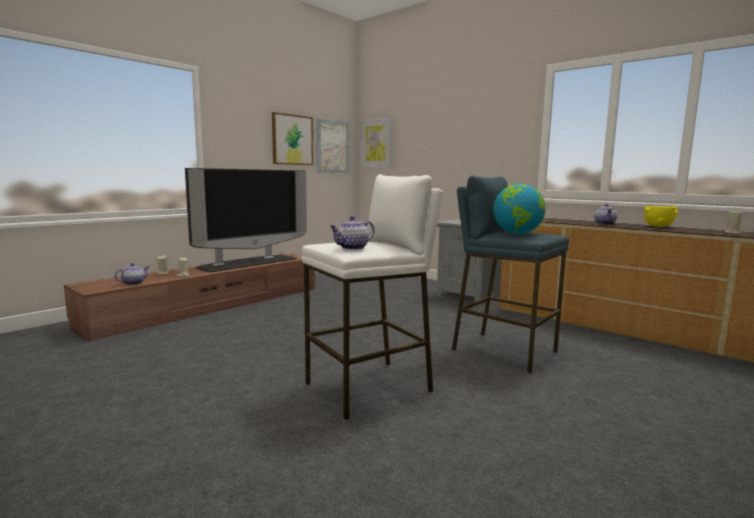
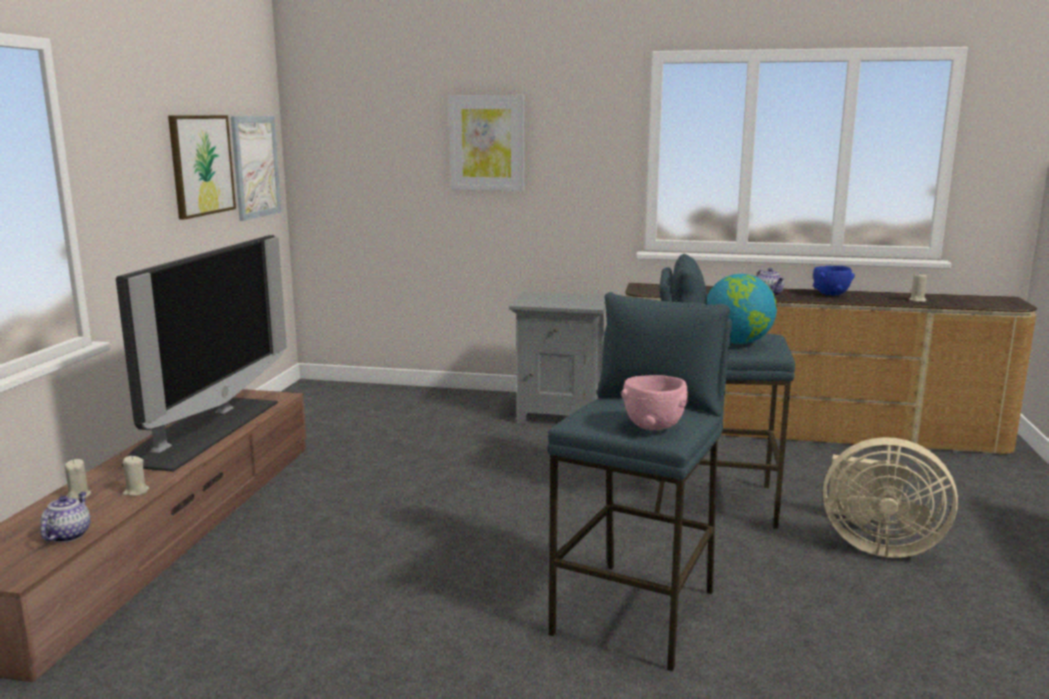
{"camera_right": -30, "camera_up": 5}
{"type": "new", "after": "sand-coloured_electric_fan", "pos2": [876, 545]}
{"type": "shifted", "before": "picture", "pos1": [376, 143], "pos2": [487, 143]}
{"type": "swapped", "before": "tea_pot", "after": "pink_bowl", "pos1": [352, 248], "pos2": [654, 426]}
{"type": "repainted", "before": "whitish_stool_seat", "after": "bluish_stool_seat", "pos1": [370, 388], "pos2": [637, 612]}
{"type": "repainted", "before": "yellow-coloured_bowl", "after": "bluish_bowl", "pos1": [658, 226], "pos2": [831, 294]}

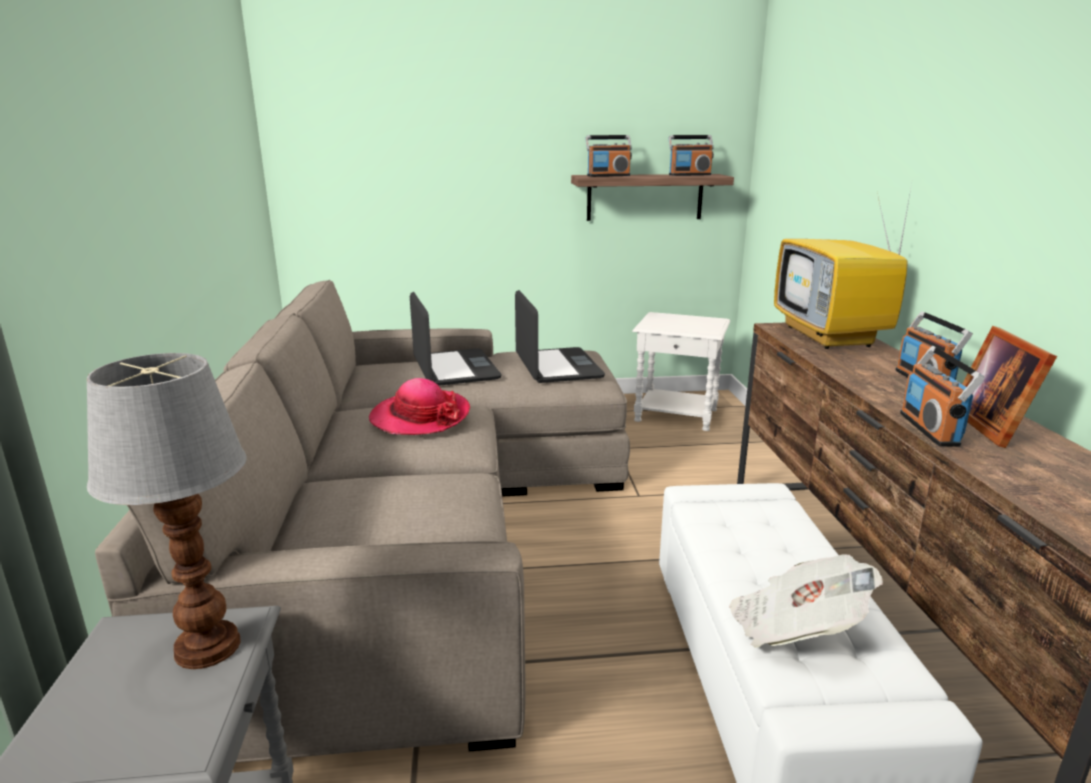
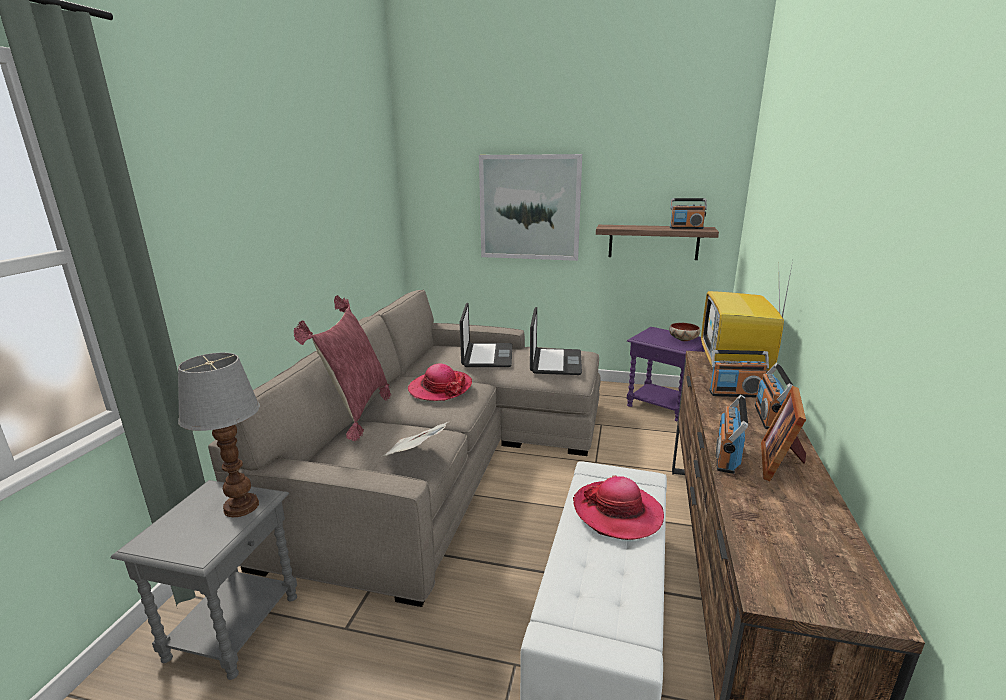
{"camera_right": 20, "camera_up": 0}
{"type": "new", "after": "red_pillow", "pos2": [354, 418]}
{"type": "new", "after": "picture", "pos2": [529, 207]}
{"type": "new", "after": "clothing_hat", "pos2": [617, 512]}
{"type": "new", "after": "bowl", "pos2": [682, 339]}
{"type": "shifted", "before": "radio", "pos1": [608, 176], "pos2": [735, 393]}
{"type": "shifted", "before": "printed_paper", "pos1": [795, 628], "pos2": [416, 455]}
{"type": "repainted", "before": "whitish_end_table", "after": "purple-coloured_end_table", "pos1": [676, 414], "pos2": [662, 405]}

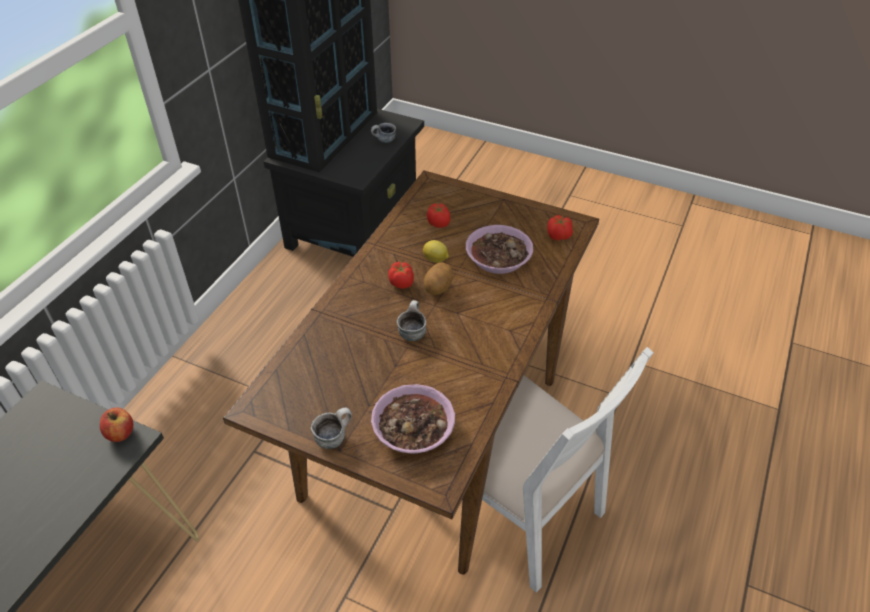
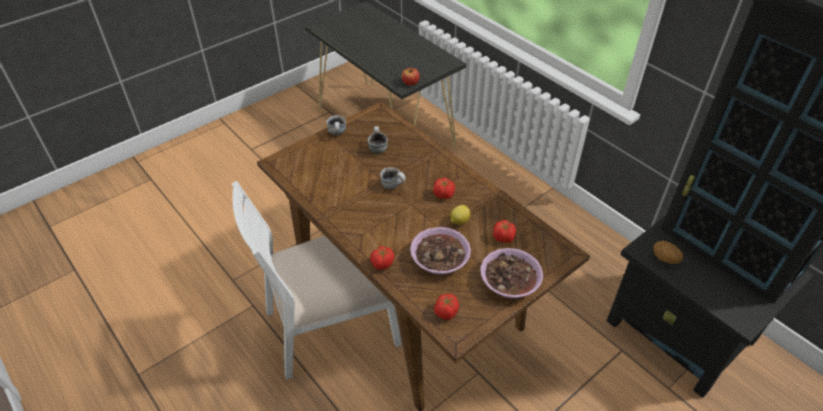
{"camera_right": 115, "camera_up": 0}
{"type": "new", "after": "fresh_tomato", "pos2": [382, 264]}
{"type": "shifted", "before": "tea_mug", "pos1": [384, 141], "pos2": [377, 148]}
{"type": "shifted", "before": "bowl", "pos1": [414, 429], "pos2": [509, 281]}
{"type": "shifted", "before": "whole_potato", "pos1": [438, 288], "pos2": [664, 259]}

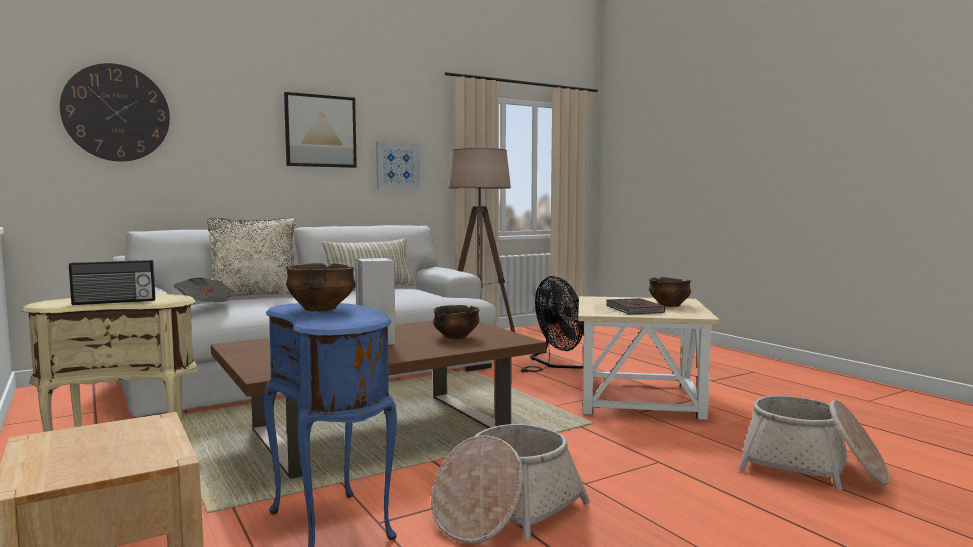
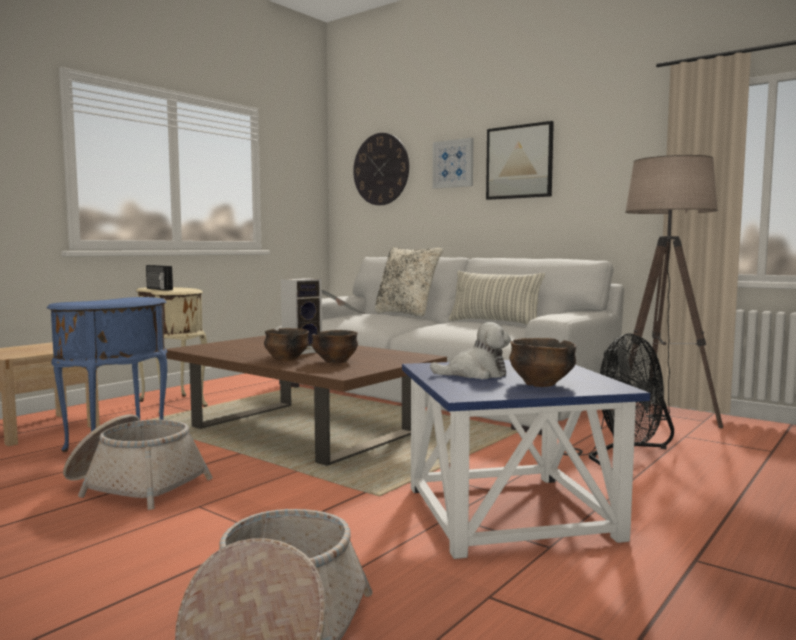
{"camera_right": 70, "camera_up": 0}
{"type": "shifted", "before": "bowl", "pos1": [321, 309], "pos2": [286, 359]}
{"type": "shifted", "before": "picture", "pos1": [397, 166], "pos2": [453, 163]}
{"type": "swapped", "before": "brownish_book", "after": "cuddly_toy", "pos1": [633, 309], "pos2": [475, 374]}
{"type": "repainted", "before": "sand-coloured_end_table", "after": "bluish_end_table", "pos1": [640, 398], "pos2": [512, 513]}

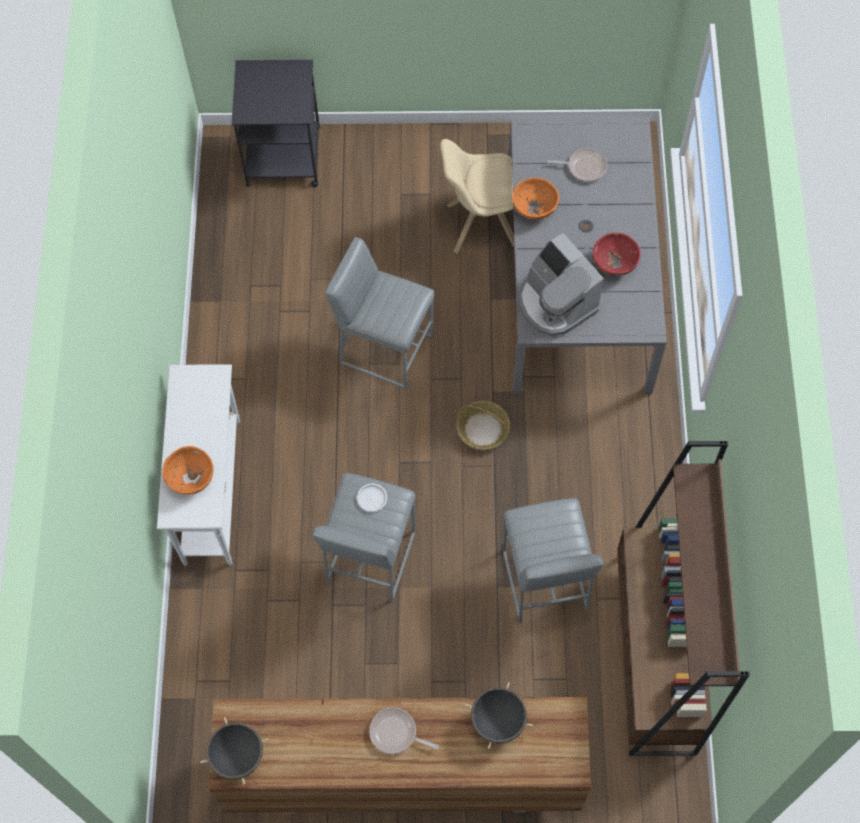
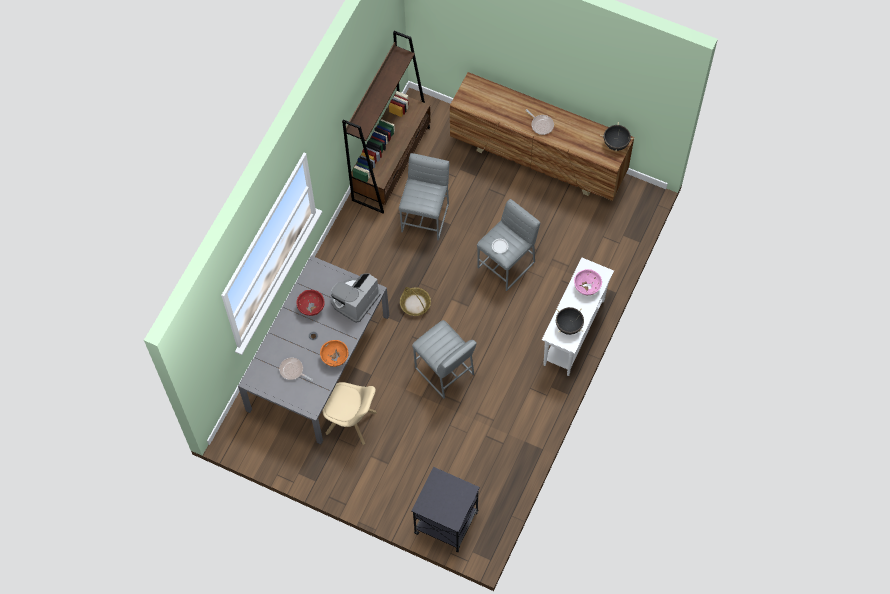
{"camera_right": -155, "camera_up": 0}
{"type": "shifted", "before": "black_cooking_pot", "pos1": [498, 722], "pos2": [569, 326]}
{"type": "repainted", "before": "orange-coloured_bowl", "after": "pink_bowl", "pos1": [191, 478], "pos2": [587, 287]}
{"type": "rotated", "before": "coffee_brewer", "pos1": [555, 302], "pos2": [354, 300], "turn": -135}

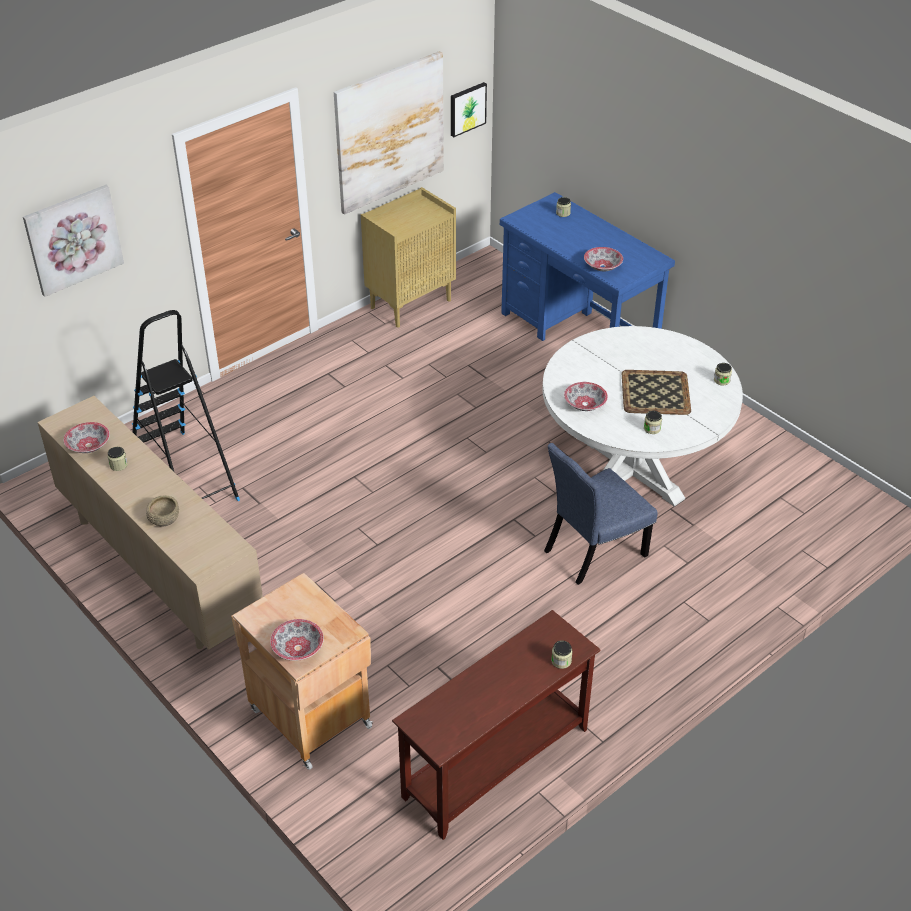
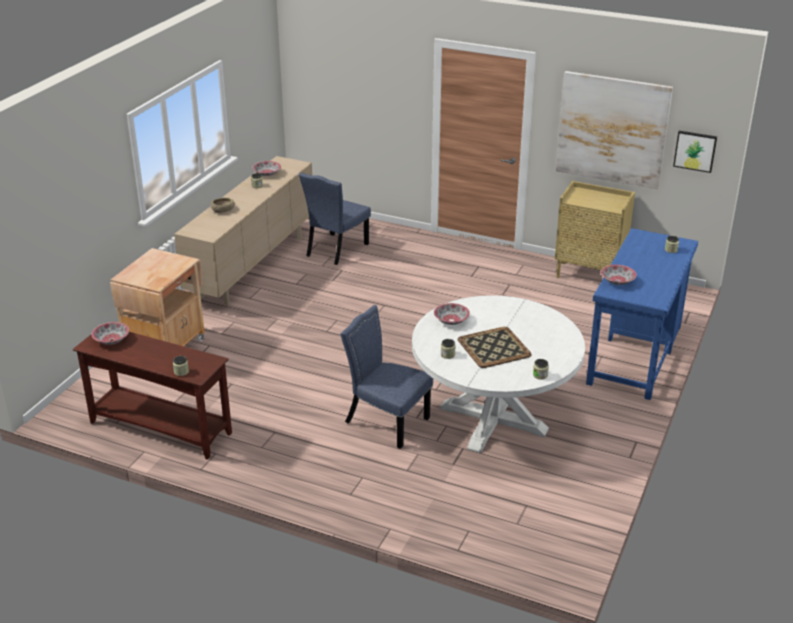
{"camera_right": 65, "camera_up": -10}
{"type": "gone", "before": "picture", "pos1": [73, 239]}
{"type": "shifted", "before": "bowl", "pos1": [298, 648], "pos2": [112, 340]}
{"type": "swapped", "before": "black_stepladder", "after": "bluish_chair", "pos1": [183, 476], "pos2": [336, 249]}

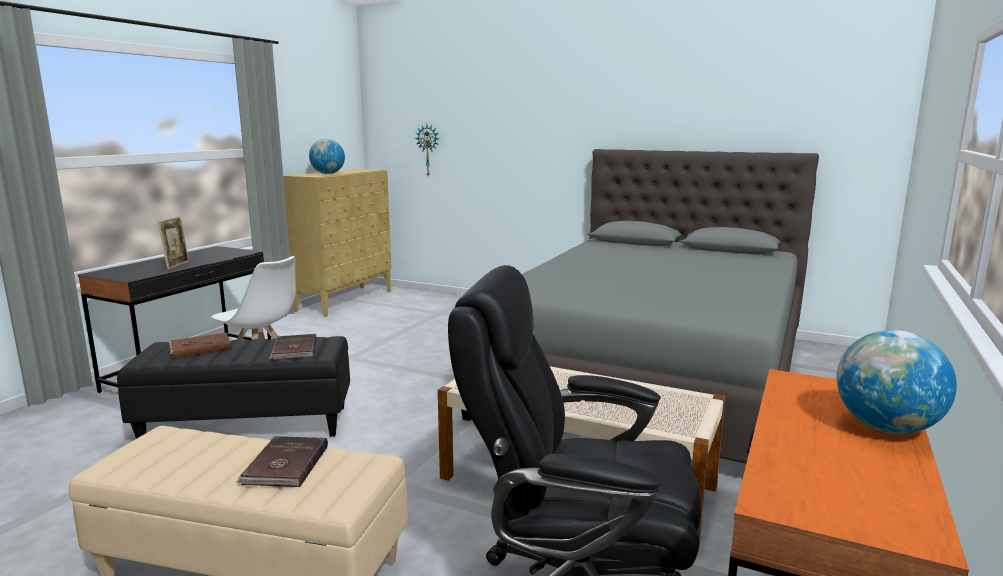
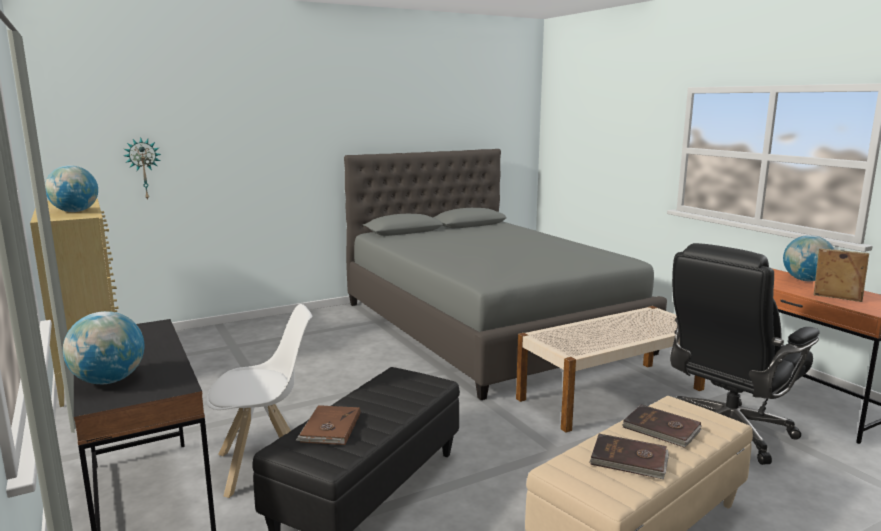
{"camera_right": -55, "camera_up": 0}
{"type": "new", "after": "globe", "pos2": [109, 381]}
{"type": "shifted", "before": "photo_frame", "pos1": [177, 265], "pos2": [836, 299]}
{"type": "shifted", "before": "brownish_book", "pos1": [294, 350], "pos2": [629, 460]}

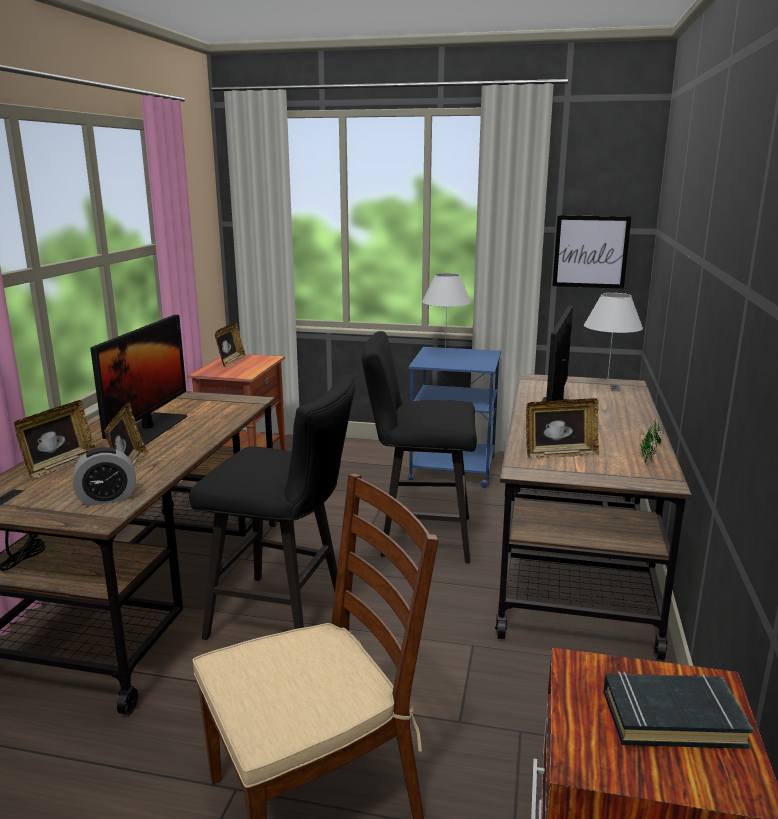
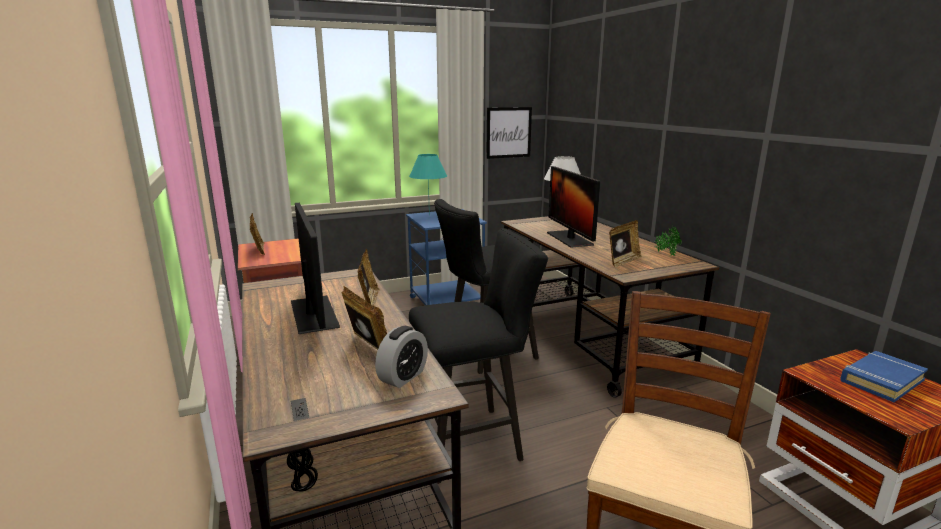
{"camera_right": -35, "camera_up": 0}
{"type": "shifted", "before": "photo_frame", "pos1": [59, 465], "pos2": [370, 302]}
{"type": "repainted", "before": "whitish_tabletop_lamp", "after": "turquoise_tabletop_lamp", "pos1": [445, 351], "pos2": [429, 215]}
{"type": "repainted", "before": "black_book", "after": "bluish_book", "pos1": [672, 717], "pos2": [881, 380]}

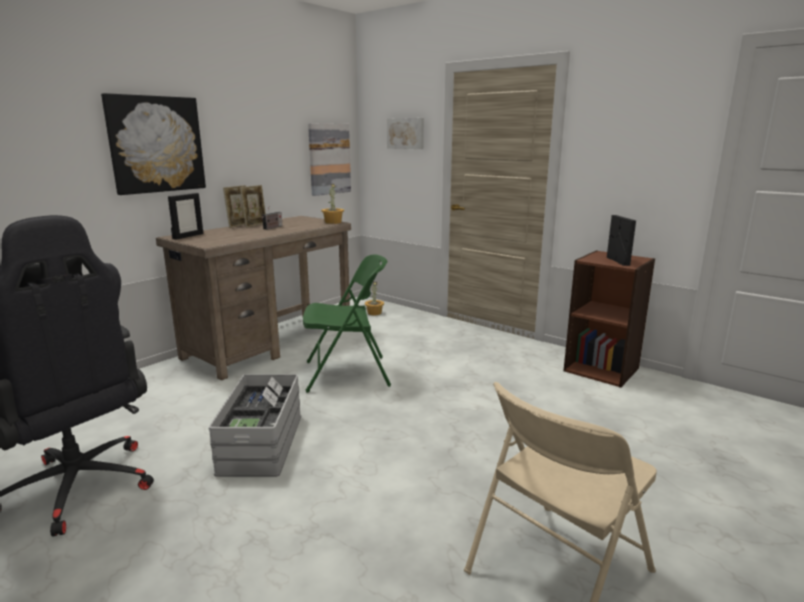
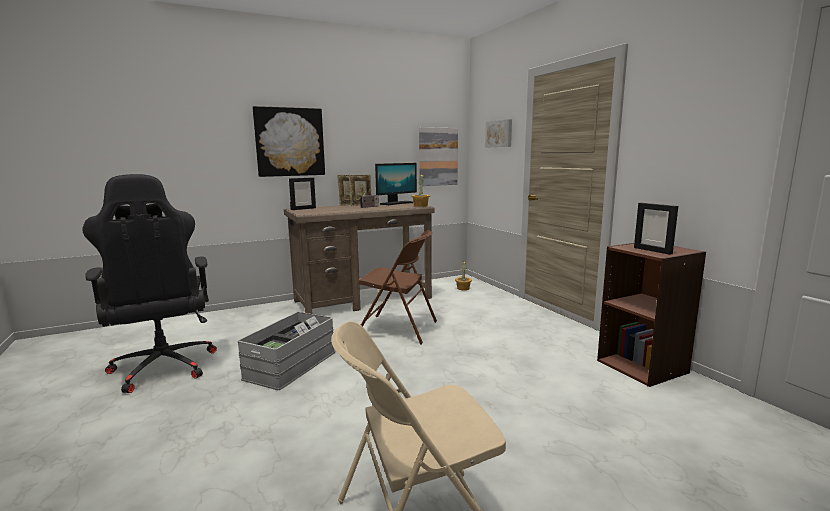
{"camera_right": 25, "camera_up": -5}
{"type": "new", "after": "computer_display", "pos2": [396, 203]}
{"type": "repainted", "before": "greenish_chair", "after": "brownish_chair", "pos1": [347, 373], "pos2": [397, 329]}
{"type": "rotated", "before": "photo_frame", "pos1": [617, 261], "pos2": [653, 250], "turn": 135}

